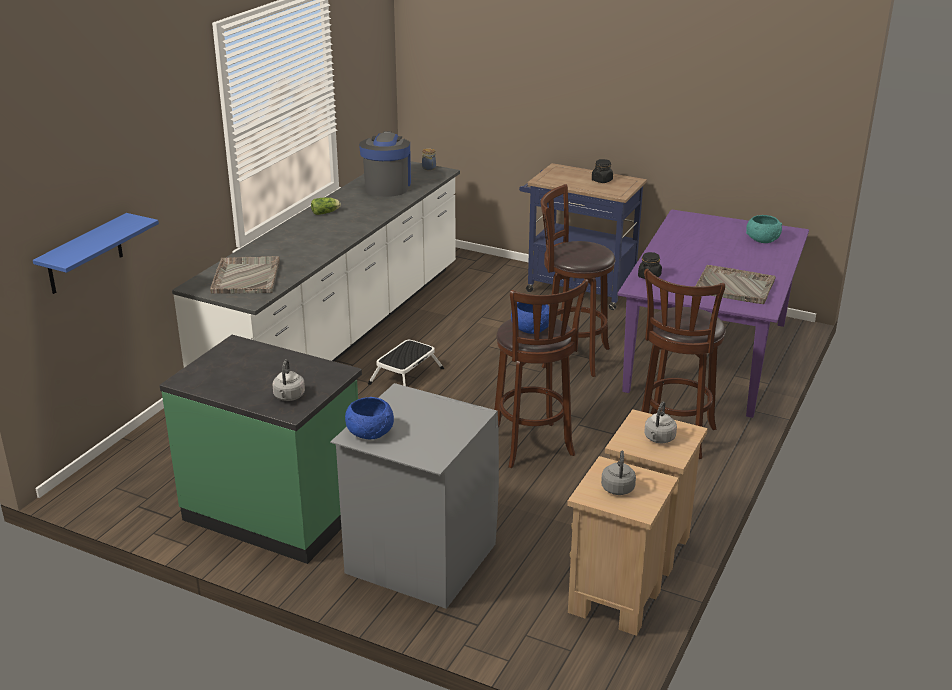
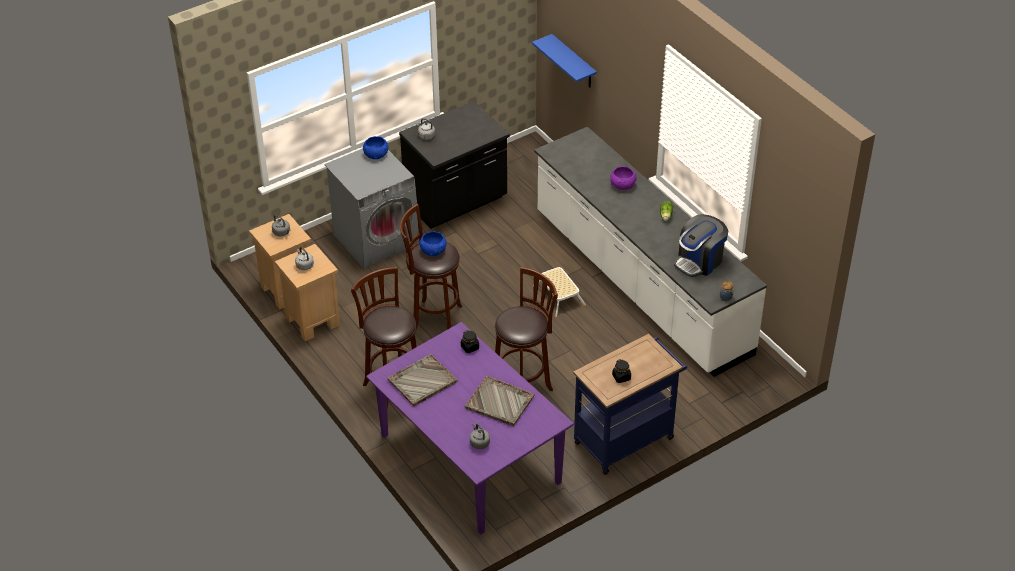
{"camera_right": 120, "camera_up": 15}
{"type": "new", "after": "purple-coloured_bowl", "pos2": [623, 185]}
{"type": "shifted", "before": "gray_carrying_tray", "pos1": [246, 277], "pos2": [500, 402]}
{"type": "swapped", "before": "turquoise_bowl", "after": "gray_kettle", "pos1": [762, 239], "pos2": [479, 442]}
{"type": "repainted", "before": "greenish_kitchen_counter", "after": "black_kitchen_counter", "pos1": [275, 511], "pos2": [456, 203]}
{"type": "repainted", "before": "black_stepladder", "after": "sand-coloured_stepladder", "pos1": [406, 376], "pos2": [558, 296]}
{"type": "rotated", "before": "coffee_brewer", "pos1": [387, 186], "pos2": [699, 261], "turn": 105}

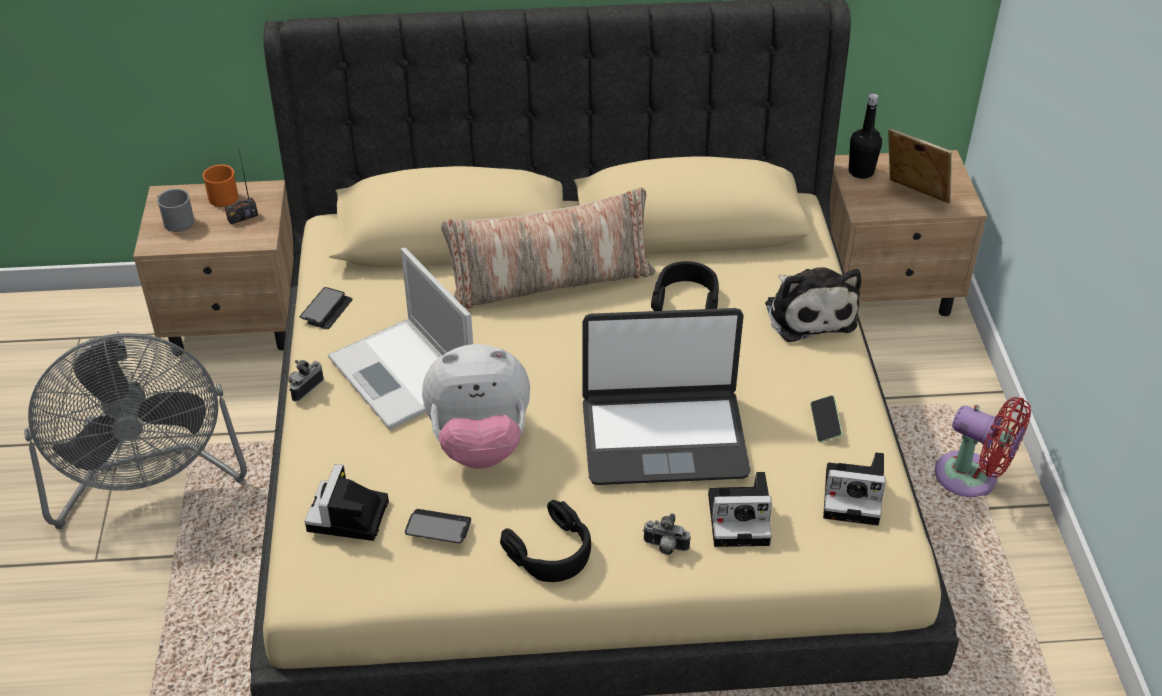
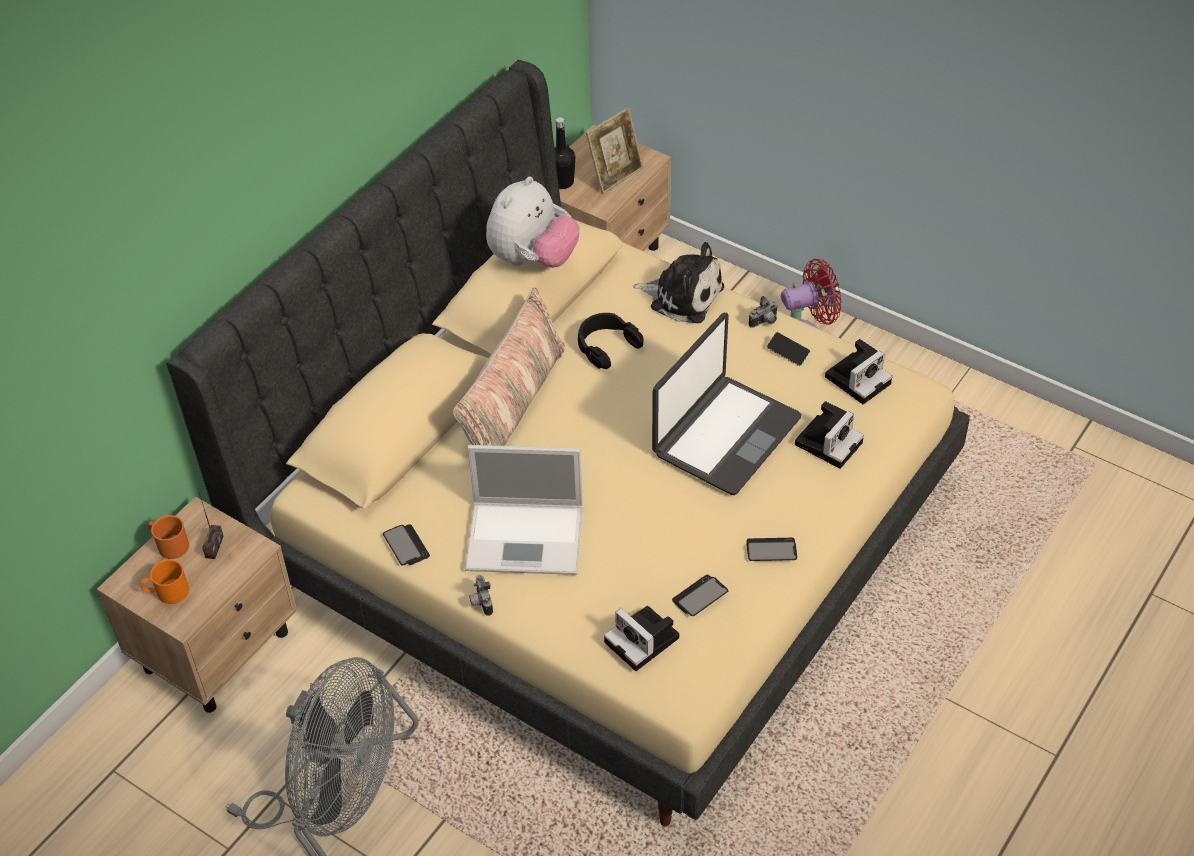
{"camera_right": -50, "camera_up": 5}
{"type": "shifted", "before": "cuddly_toy", "pos1": [480, 444], "pos2": [533, 259]}
{"type": "shifted", "before": "photo_camera", "pos1": [665, 547], "pos2": [764, 322]}
{"type": "swapped", "before": "black_pair_of_headphones", "after": "handset", "pos1": [551, 551], "pos2": [771, 550]}
{"type": "repainted", "before": "gray_tea_mug", "after": "orange-coloured_tea_mug", "pos1": [175, 220], "pos2": [167, 592]}
{"type": "rotated", "before": "photo_frame", "pos1": [913, 197], "pos2": [615, 176], "turn": 150}

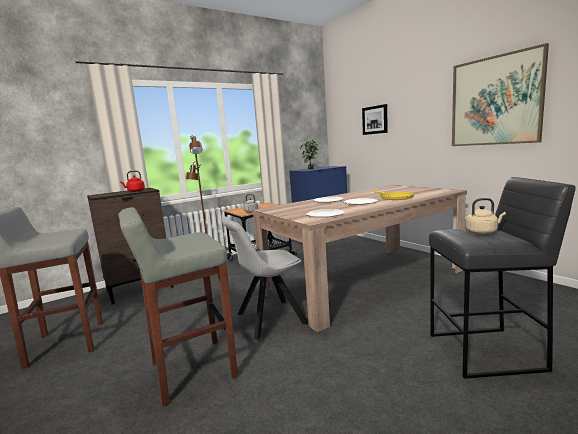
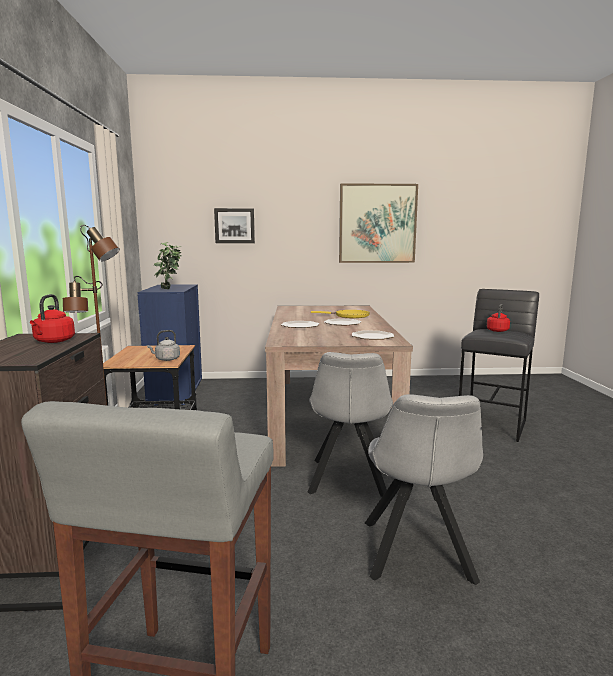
{"camera_right": -60, "camera_up": 0}
{"type": "swapped", "before": "gray_stool_seat", "after": "gray_chair", "pos1": [191, 370], "pos2": [417, 553]}
{"type": "repainted", "before": "sand-coloured_kettle", "after": "red_kettle", "pos1": [482, 232], "pos2": [497, 330]}

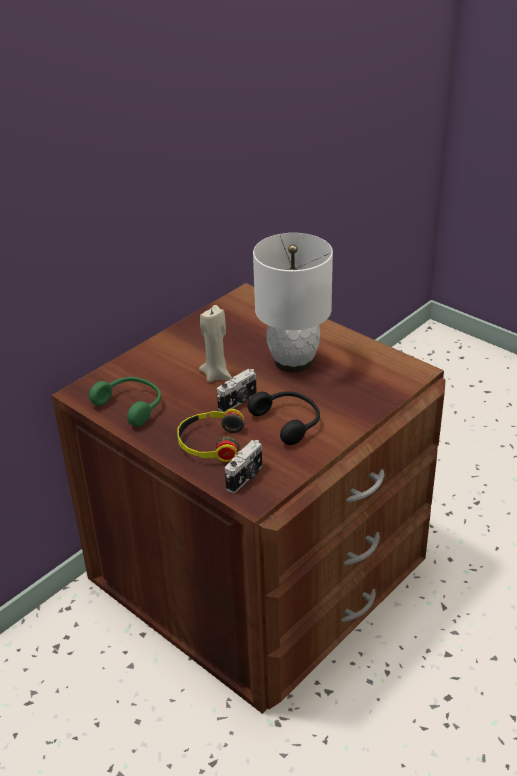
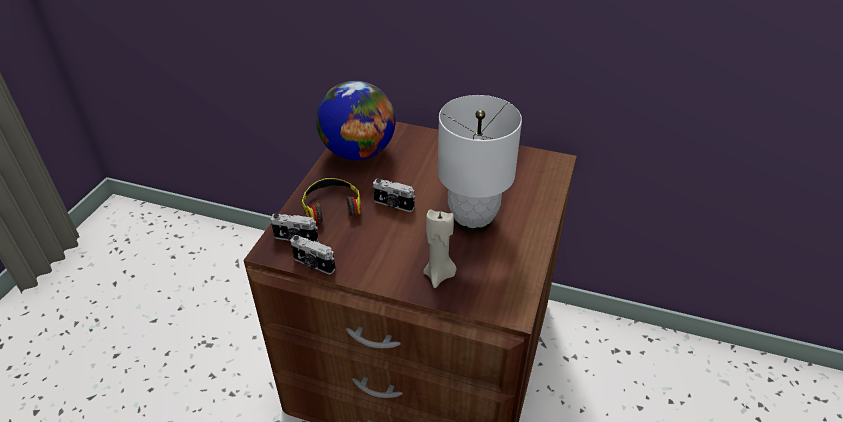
{"camera_right": 65, "camera_up": 5}
{"type": "gone", "before": "black_pair_of_headphones", "pos1": [289, 422]}
{"type": "new", "after": "photo_camera", "pos2": [313, 265]}
{"type": "shifted", "before": "sand-coloured_wax_light", "pos1": [216, 375], "pos2": [439, 275]}
{"type": "swapped", "before": "greenish_pair_of_headphones", "after": "globe", "pos1": [131, 406], "pos2": [358, 152]}

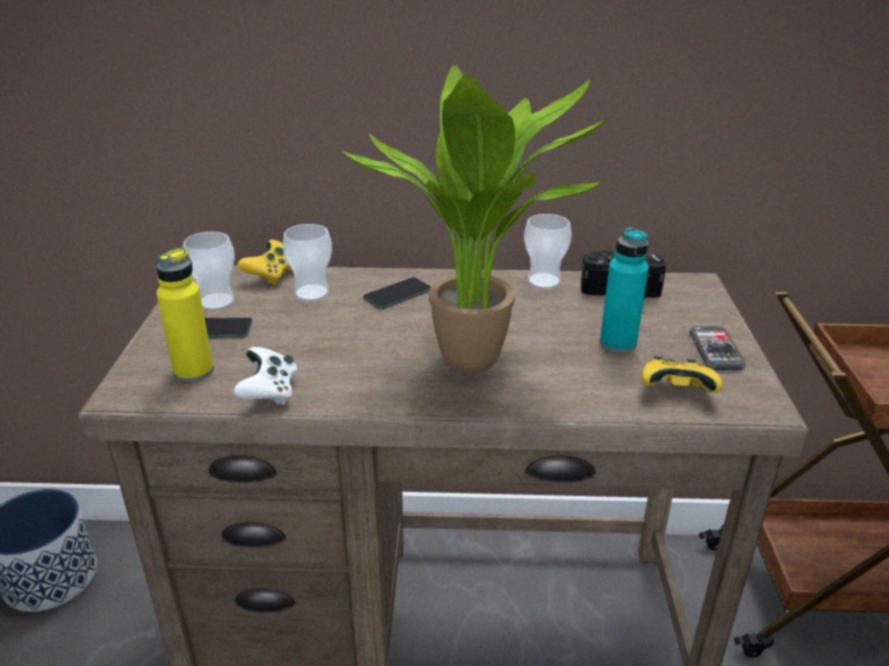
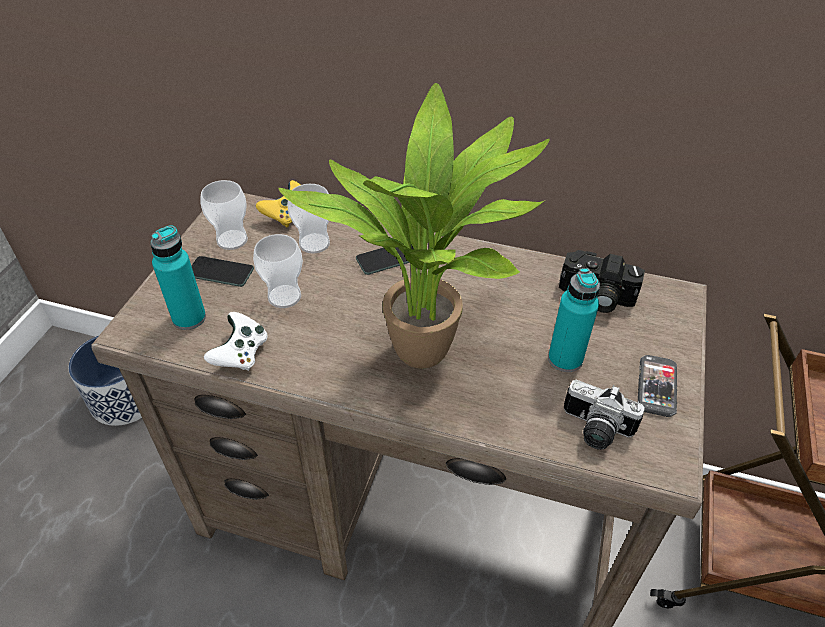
{"camera_right": 15, "camera_up": 15}
{"type": "shifted", "before": "cup", "pos1": [544, 281], "pos2": [284, 296]}
{"type": "swapped", "before": "yellow-coloured_gamepad", "after": "photo_camera", "pos1": [676, 392], "pos2": [594, 430]}
{"type": "repainted", "before": "yellow-coloured_beverage_bottle", "after": "turquoise_beverage_bottle", "pos1": [193, 371], "pos2": [189, 318]}

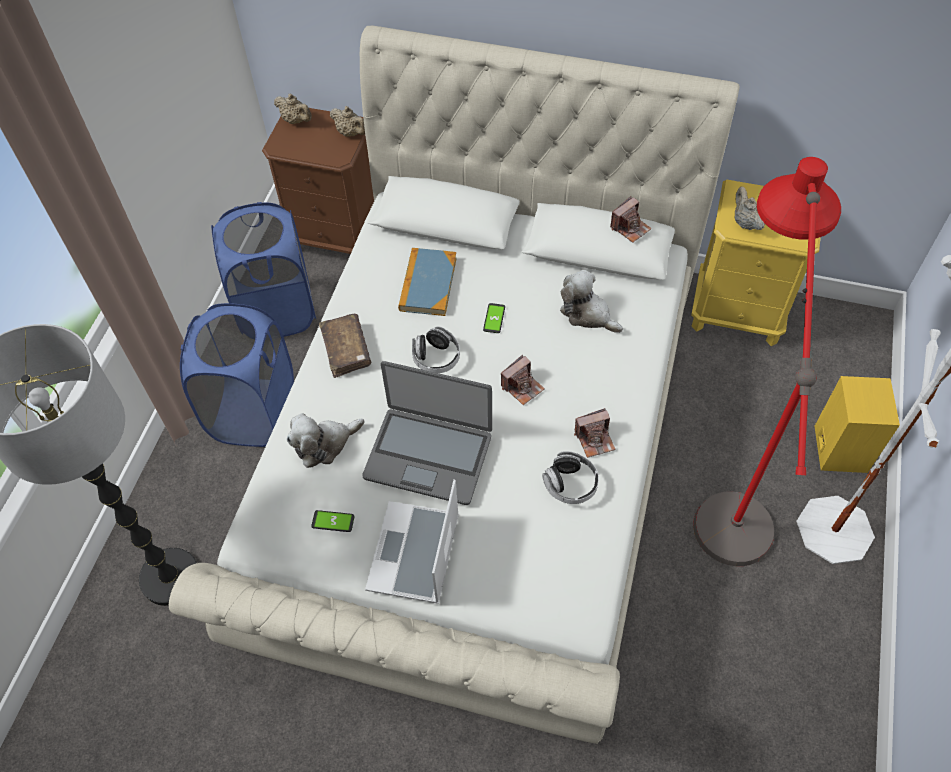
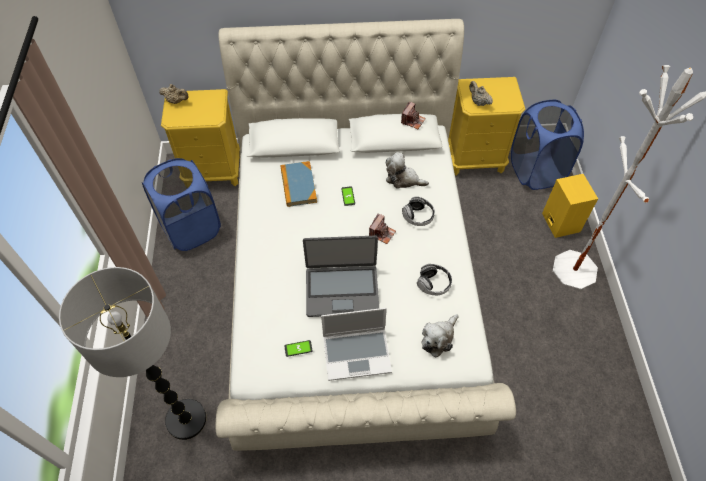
{"camera_right": -20, "camera_up": 0}
{"type": "gone", "before": "brownish_book", "pos1": [346, 350]}
{"type": "gone", "before": "sand-coloured_tea_pot", "pos1": [351, 133]}
{"type": "gone", "before": "photo_camera", "pos1": [594, 439]}
{"type": "gone", "before": "red_standard_lamp", "pos1": [729, 478]}
{"type": "shifted", "before": "bluish_washing_basket", "pos1": [254, 412], "pos2": [535, 171]}
{"type": "shifted", "before": "cuddly_toy", "pos1": [324, 444], "pos2": [438, 338]}
{"type": "shifted", "before": "pair_of_headphones", "pos1": [436, 358], "pos2": [418, 216]}
{"type": "repainted", "before": "brownish_night_table", "after": "yellow-coloured_night_table", "pos1": [337, 236], "pos2": [213, 171]}
{"type": "rotated", "before": "portable_computer", "pos1": [415, 554], "pos2": [357, 353], "turn": -90}

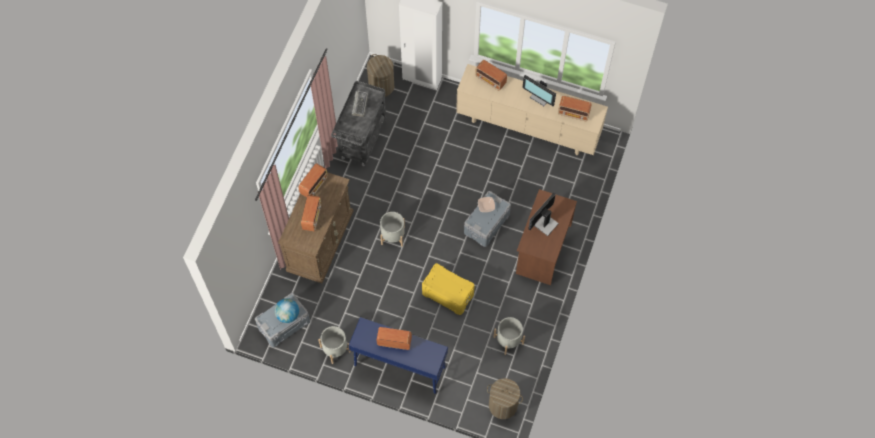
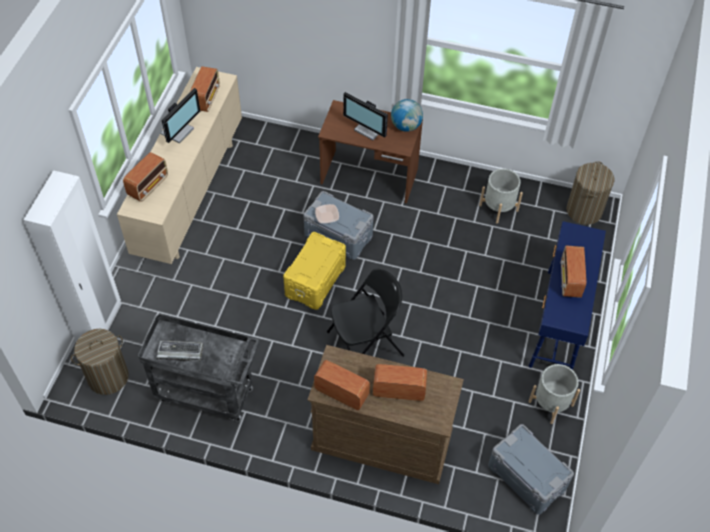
{"camera_right": -95, "camera_up": -10}
{"type": "shifted", "before": "globe", "pos1": [288, 315], "pos2": [406, 126]}
{"type": "shifted", "before": "yellow-coloured_storage_container", "pos1": [447, 294], "pos2": [316, 281]}
{"type": "swapped", "before": "gray_plant_pot", "after": "black_chair", "pos1": [393, 236], "pos2": [365, 343]}

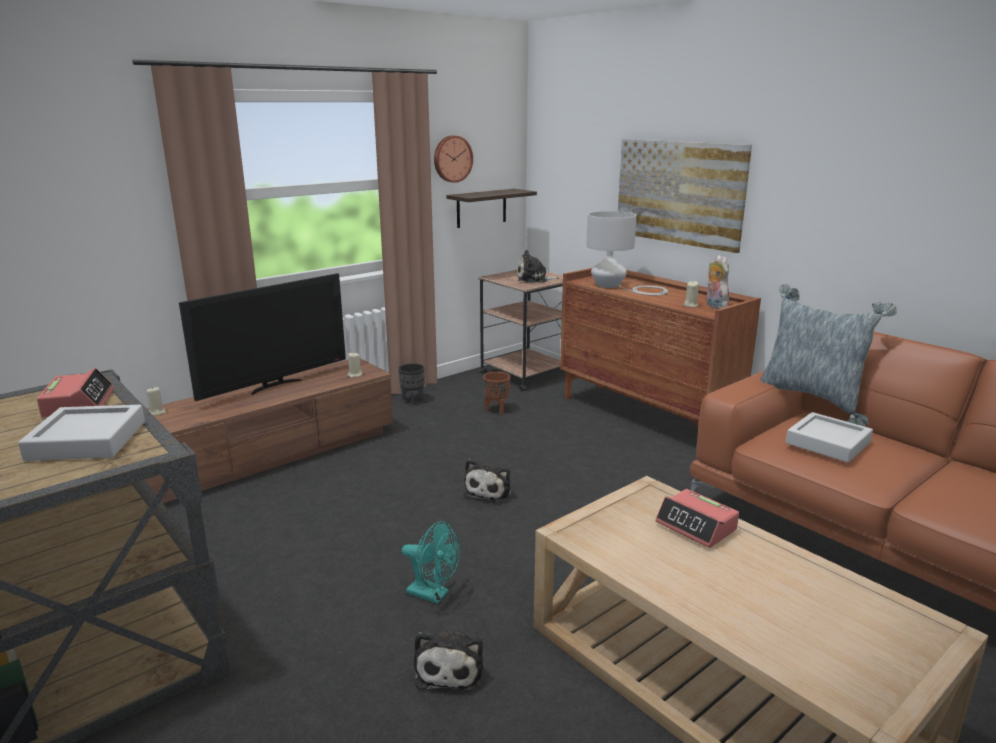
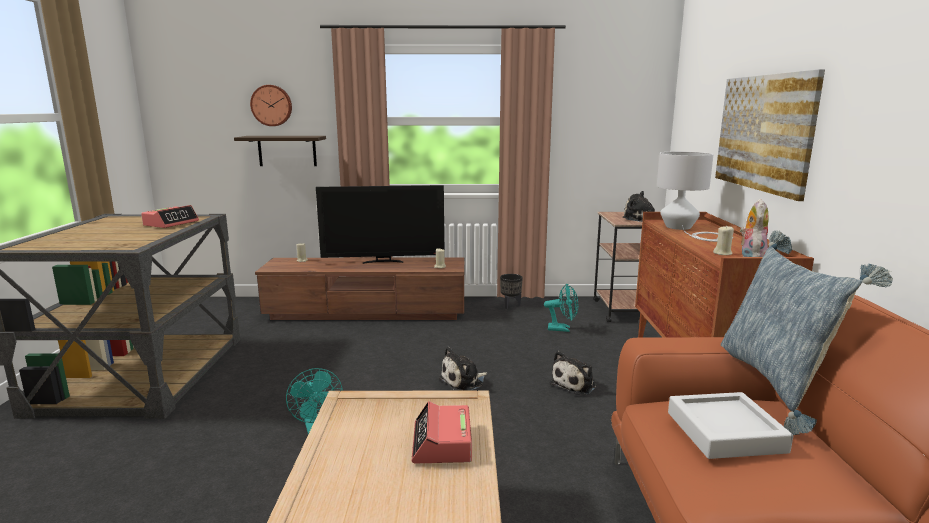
{"camera_right": 40, "camera_up": -5}
{"type": "gone", "before": "gray_carrying_tray", "pos1": [87, 440]}
{"type": "shifted", "before": "cuddly_toy", "pos1": [450, 668], "pos2": [575, 384]}
{"type": "shifted", "before": "hanging_clock", "pos1": [452, 159], "pos2": [272, 105]}
{"type": "shifted", "before": "wall_shelf", "pos1": [481, 208], "pos2": [287, 151]}
{"type": "swapped", "before": "brownish_plant_pot", "after": "turquoise_electric_fan", "pos1": [496, 410], "pos2": [562, 329]}

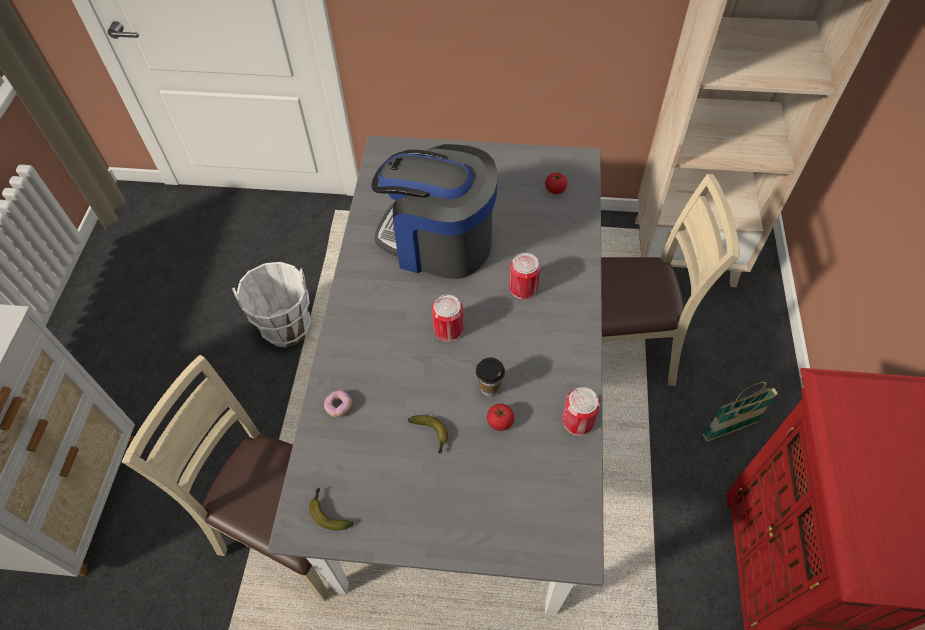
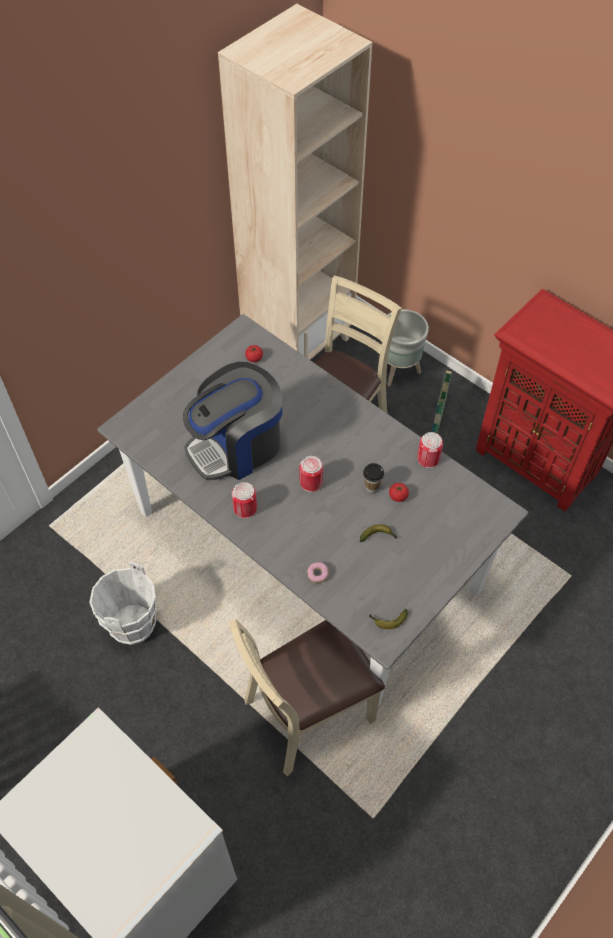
{"camera_right": -55, "camera_up": 0}
{"type": "new", "after": "gray_plant_pot", "pos2": [399, 371]}
{"type": "shifted", "before": "sealed_can", "pos1": [523, 288], "pos2": [245, 508]}

